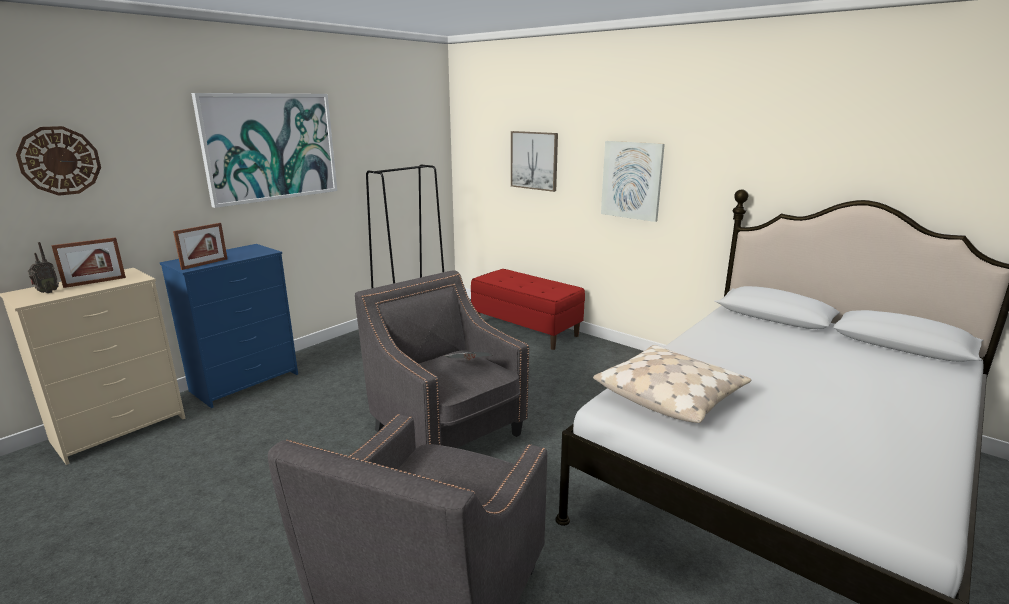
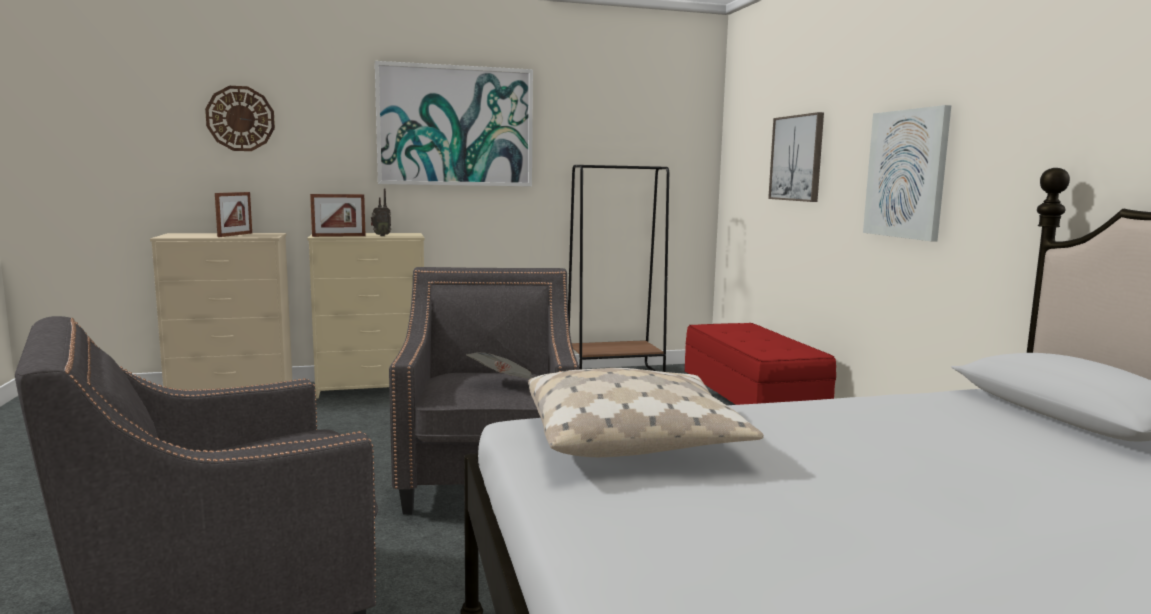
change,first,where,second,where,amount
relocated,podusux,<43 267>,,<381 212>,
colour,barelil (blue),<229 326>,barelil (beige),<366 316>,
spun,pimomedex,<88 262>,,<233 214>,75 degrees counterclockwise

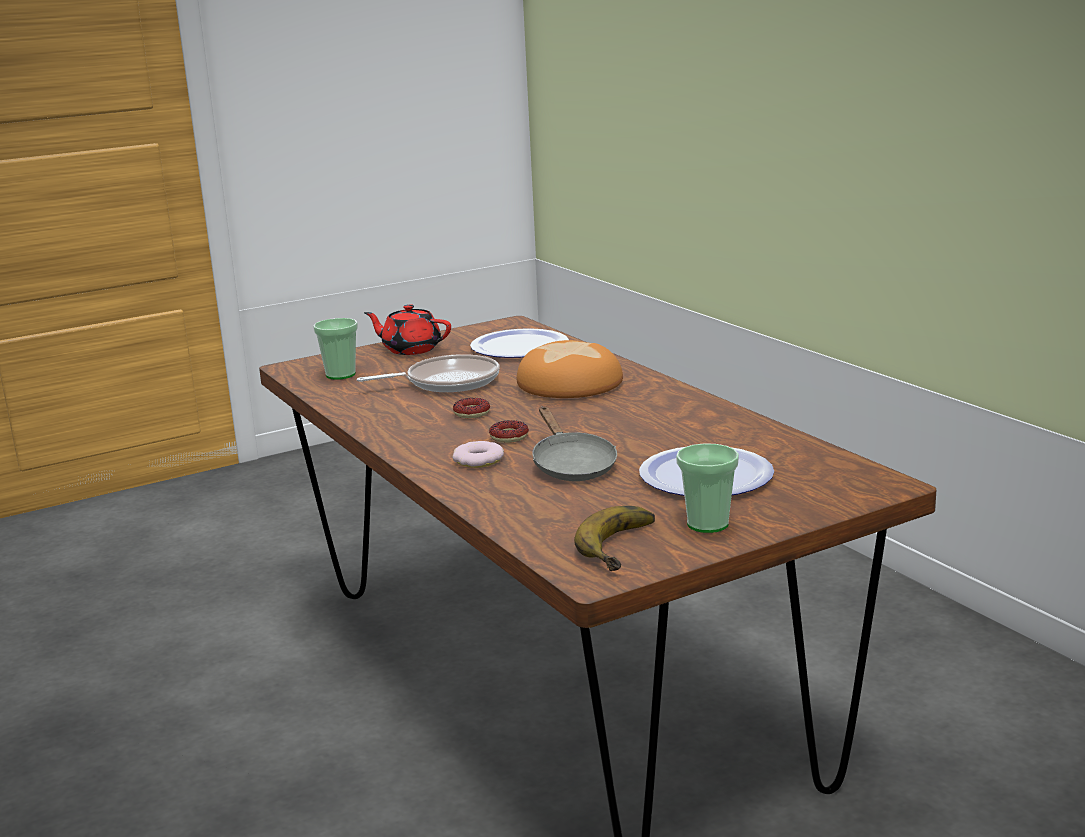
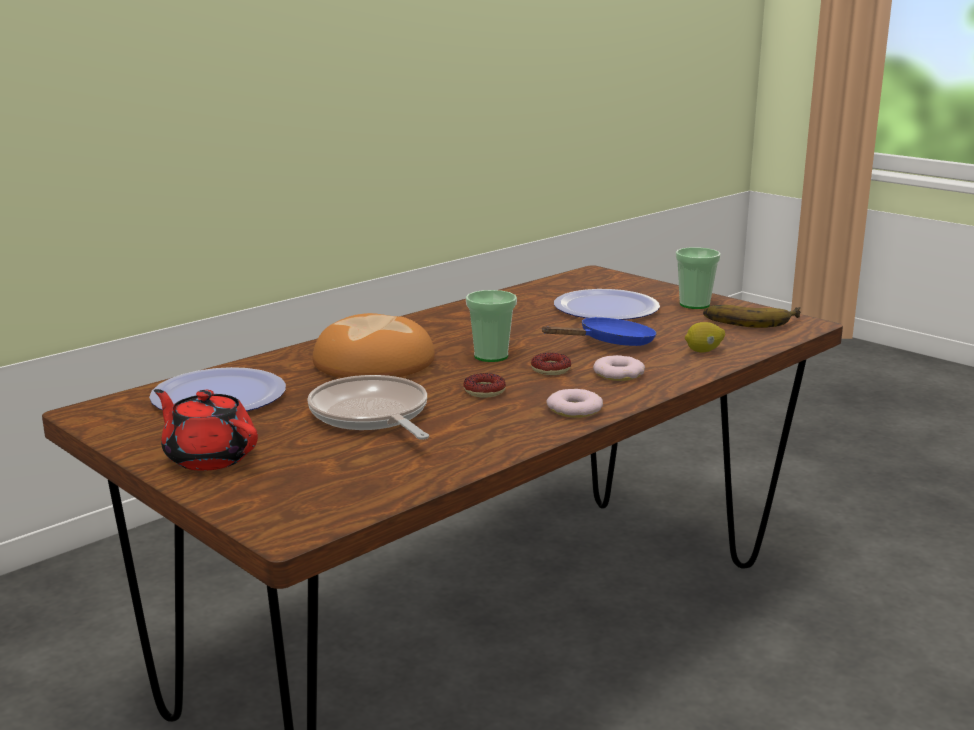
change,first,where,second,where,amount
appeared,,,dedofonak,<574 403>,
appeared,,,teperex,<705 337>,
relocated,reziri,<335 349>,,<491 326>,
colour,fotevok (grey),<575 443>,fotevok (blue),<599 331>,
spun,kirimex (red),<407 329>,,<206 430>,120 degrees clockwise

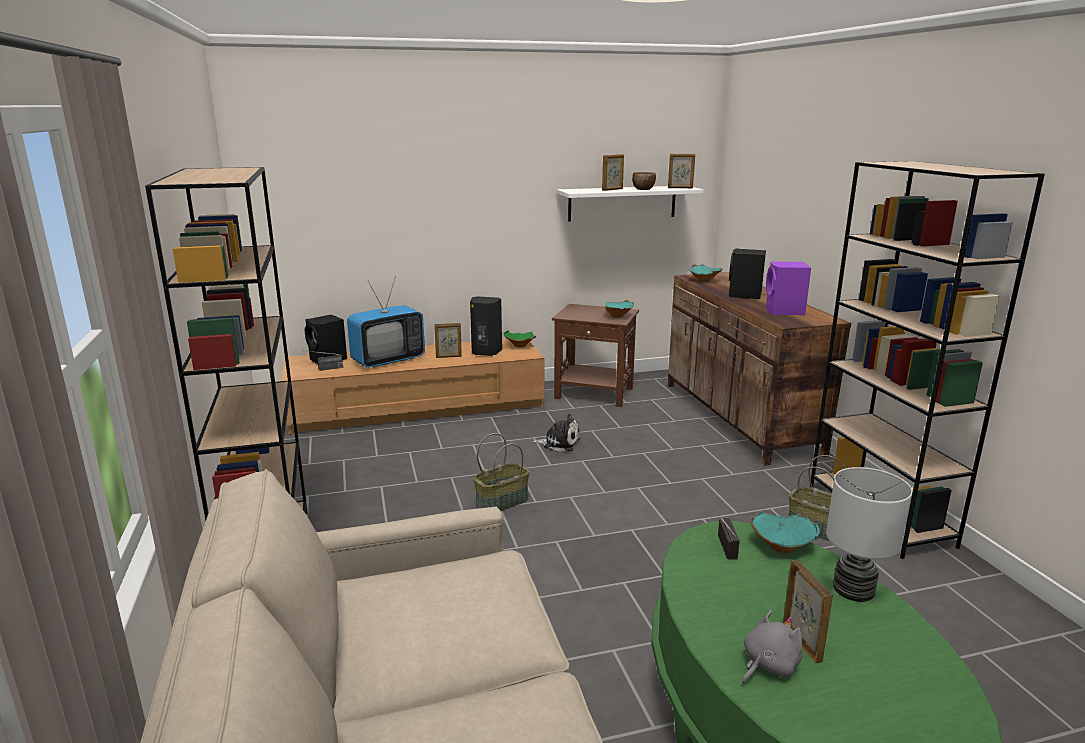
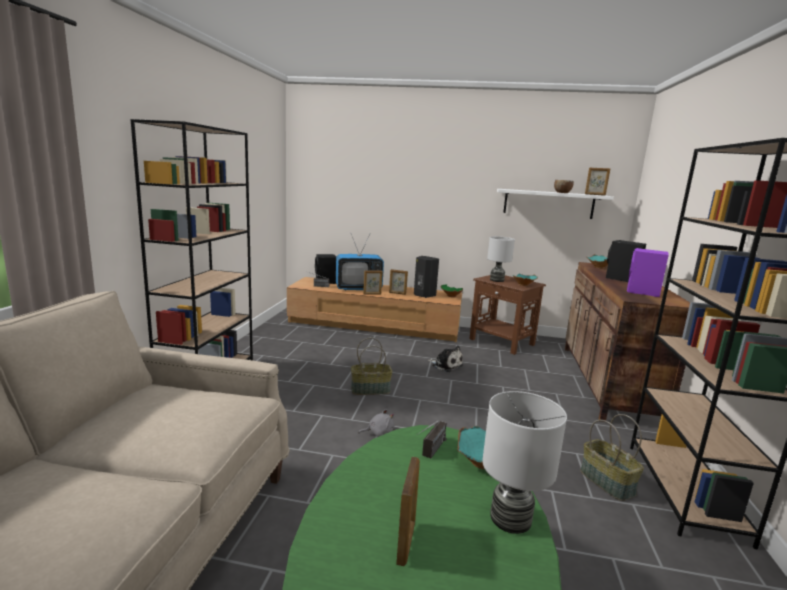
change,first,where,second,where,amount
appeared,,,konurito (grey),<501 259>,
relocated,pimomedex,<613 172>,,<373 282>,
relocated,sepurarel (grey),<772 646>,,<377 423>,

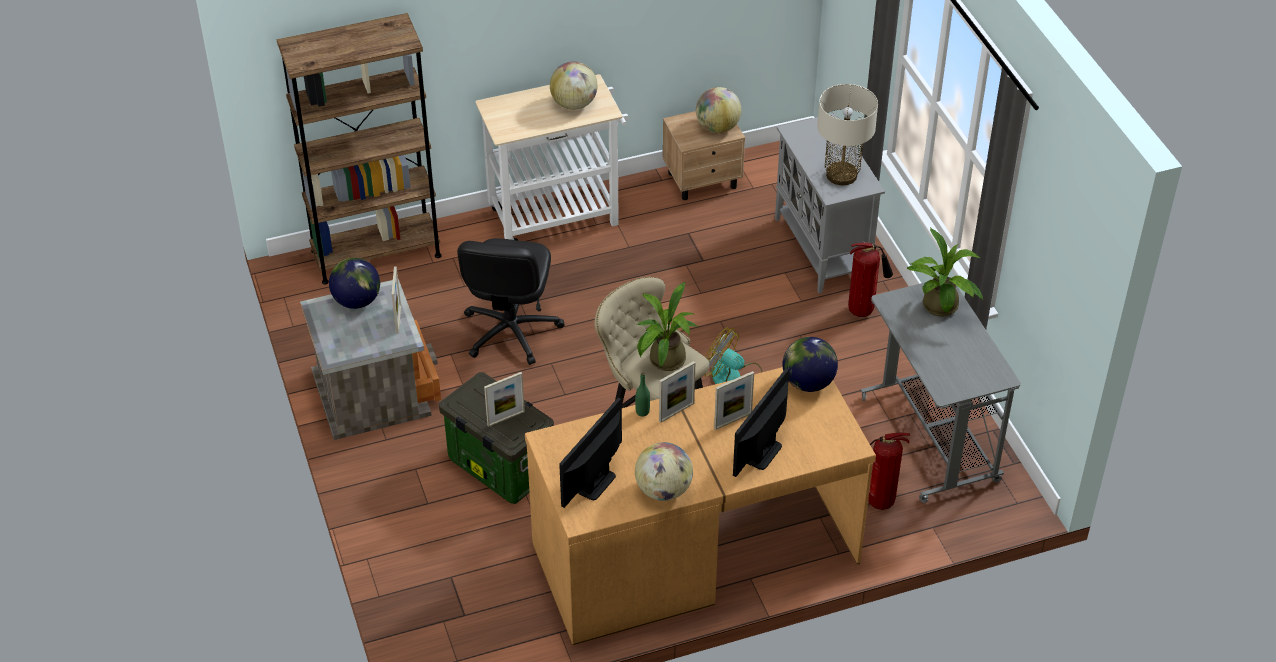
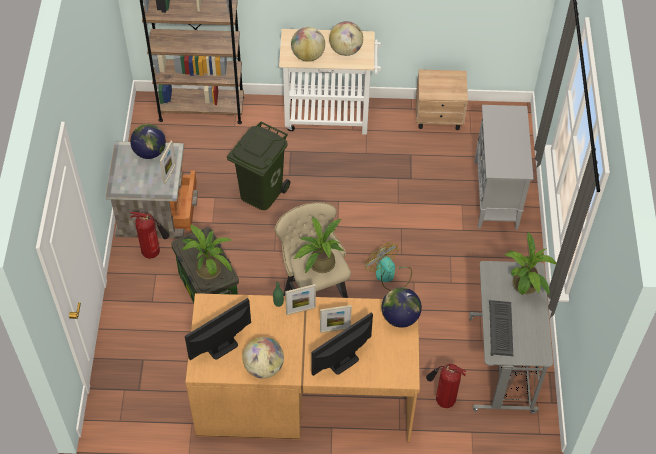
change,first,where,second,where,amount
missing,konurito,<847 134>,,,
appeared,,,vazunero,<501 328>,
relocated,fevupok,<718 110>,,<308 44>,
relocated,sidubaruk,<870 279>,,<149 235>,
exchanged,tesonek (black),<510 301>,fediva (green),<258 166>,
exchanged,pimomedex,<504 399>,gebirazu,<207 251>,

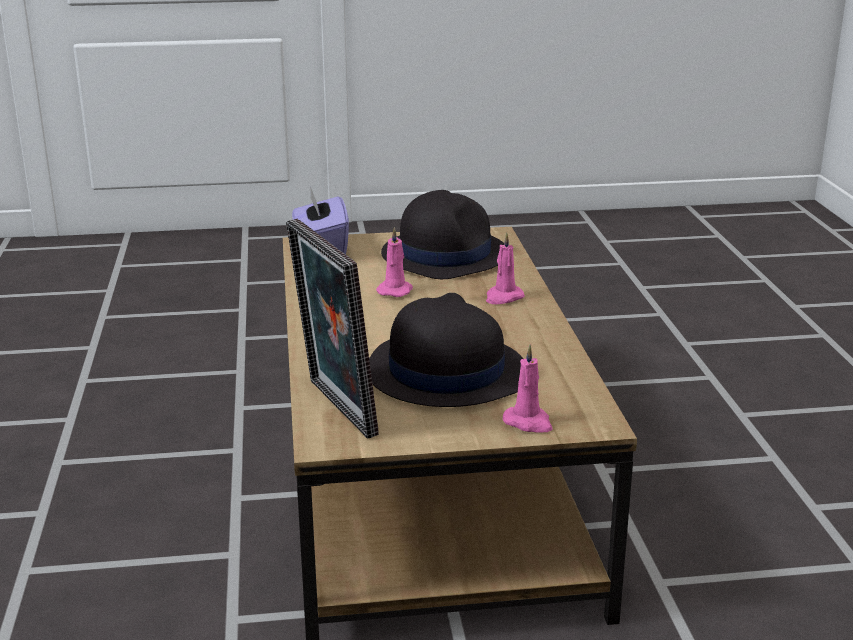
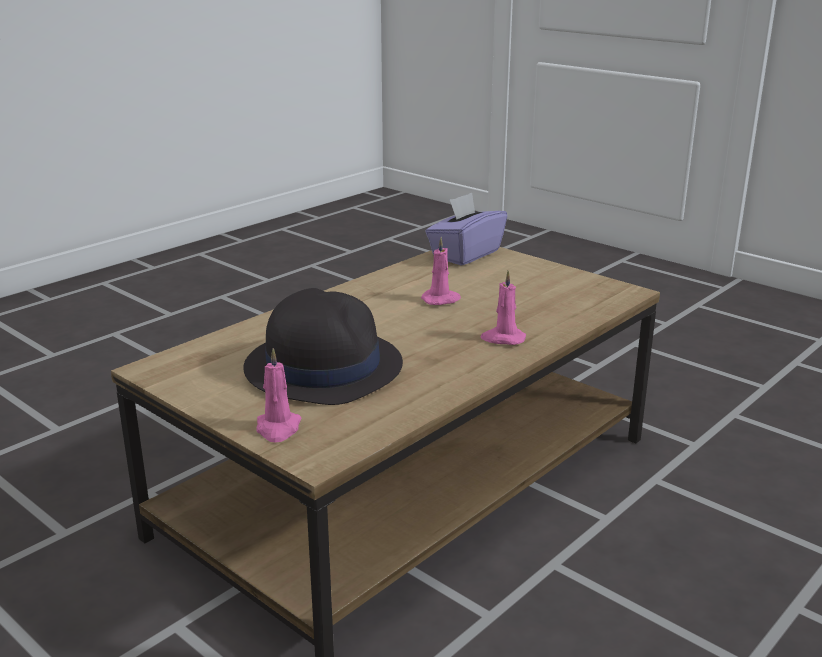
change,first,where,second,where,amount
missing,pimomedex,<332 329>,,,
missing,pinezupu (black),<443 234>,,,

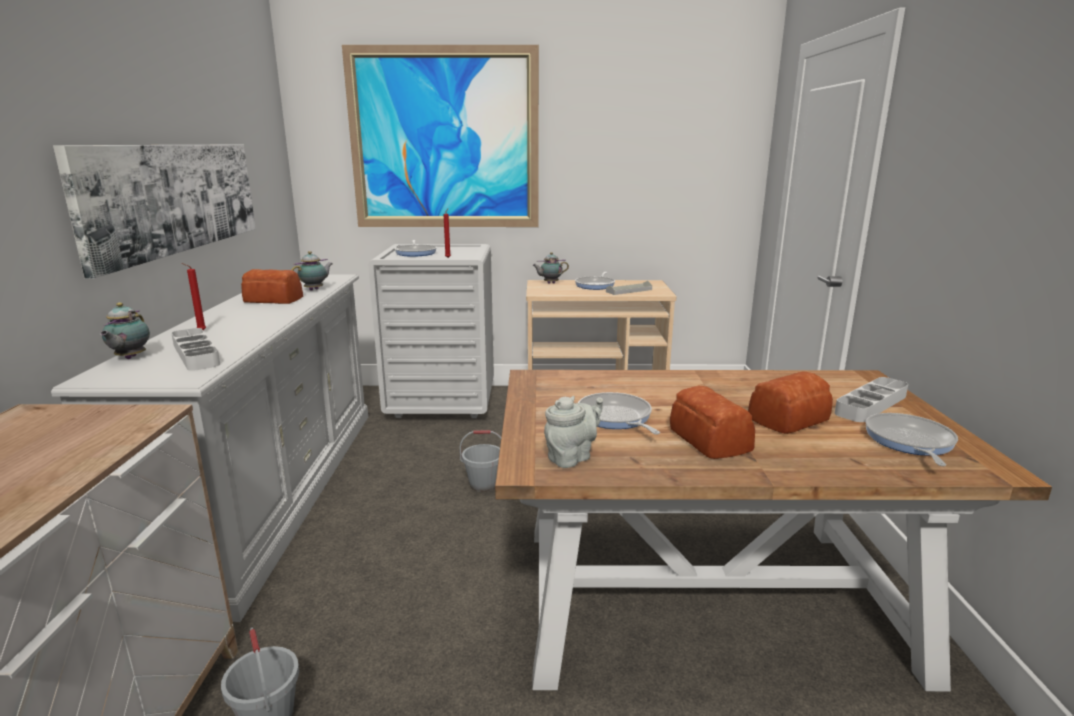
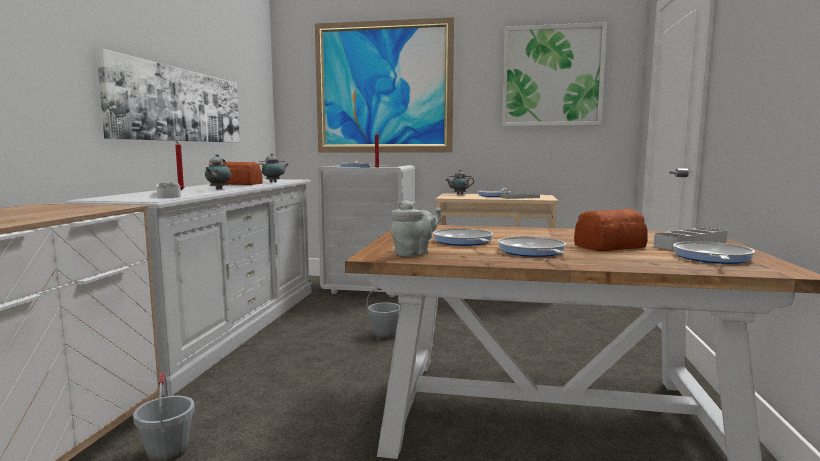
change,first,where,second,where,amount
appeared,,,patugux,<554 74>,
relocated,kirimex,<125 330>,,<218 172>,
exchanged,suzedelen,<712 422>,fotevok,<532 246>,

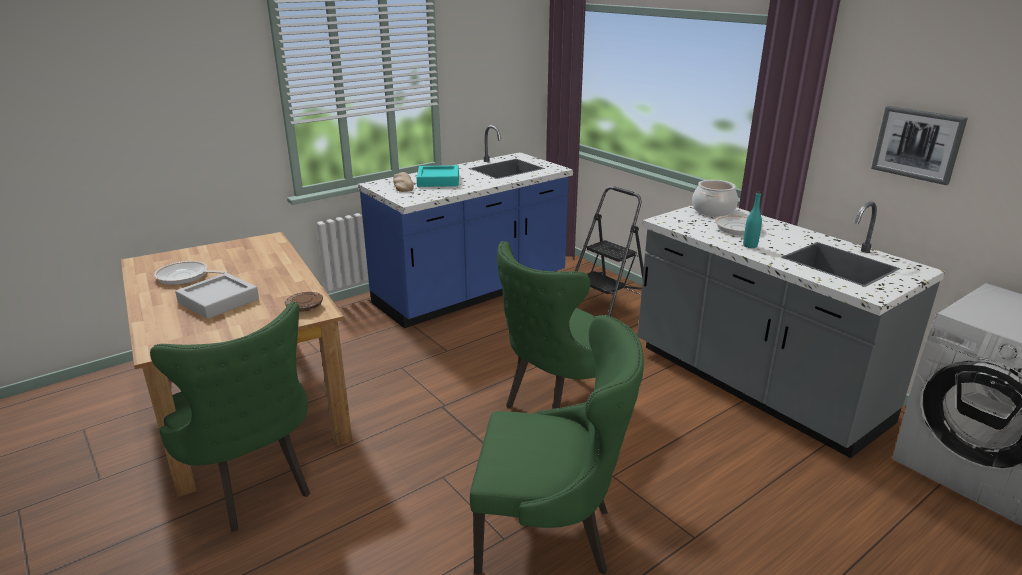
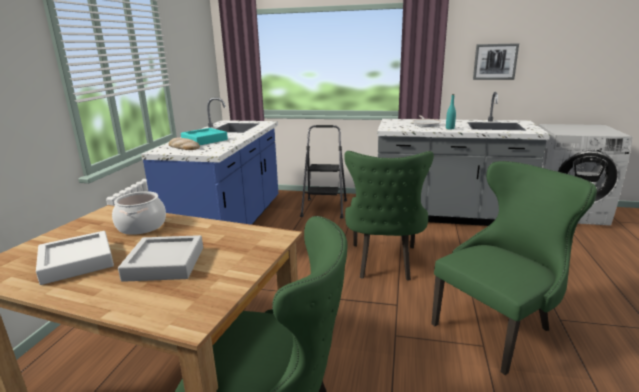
change,first,where,second,where,amount
missing,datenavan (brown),<304 302>,,,
relocated,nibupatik,<715 198>,,<139 213>,
exchanged,fotevok,<191 273>,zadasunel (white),<75 258>,

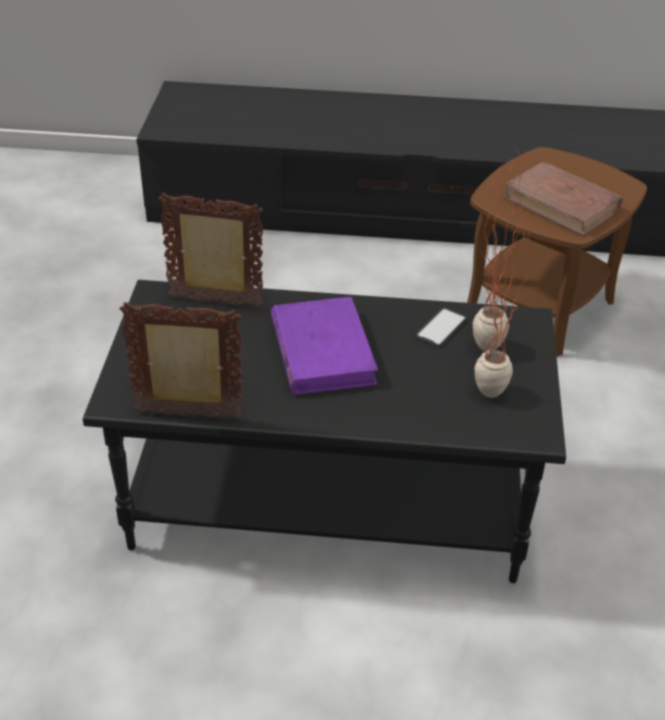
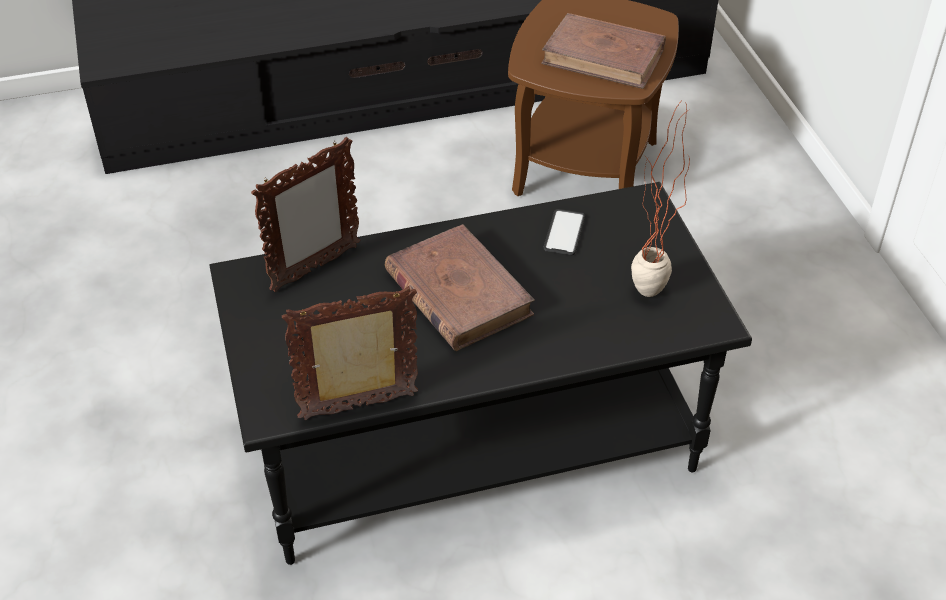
change,first,where,second,where,amount
missing,gebirazu,<504 248>,,,
colour,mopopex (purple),<324 346>,mopopex (brown),<460 287>,
spun,pimomedex,<210 250>,,<305 214>,150 degrees clockwise

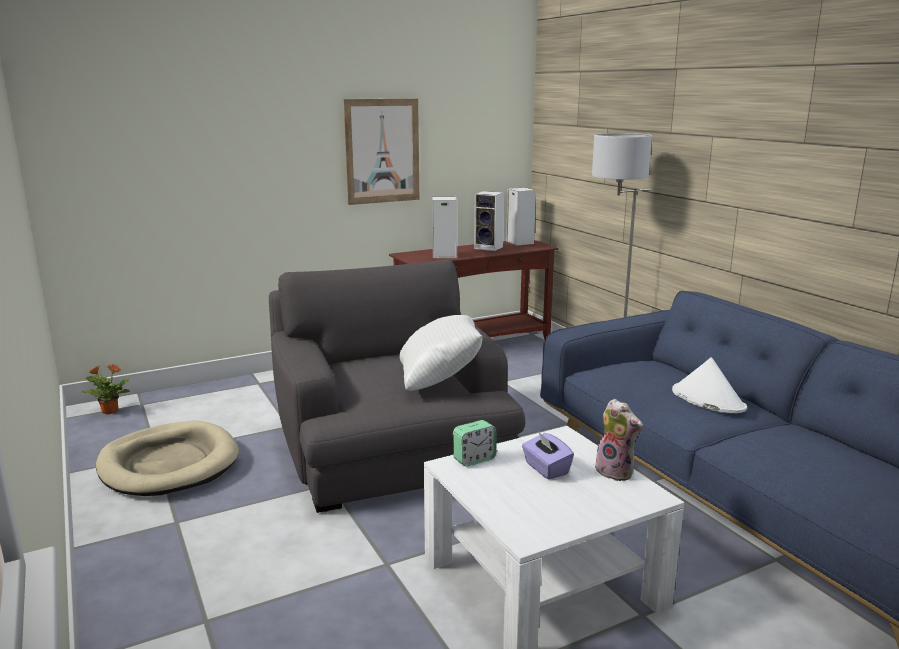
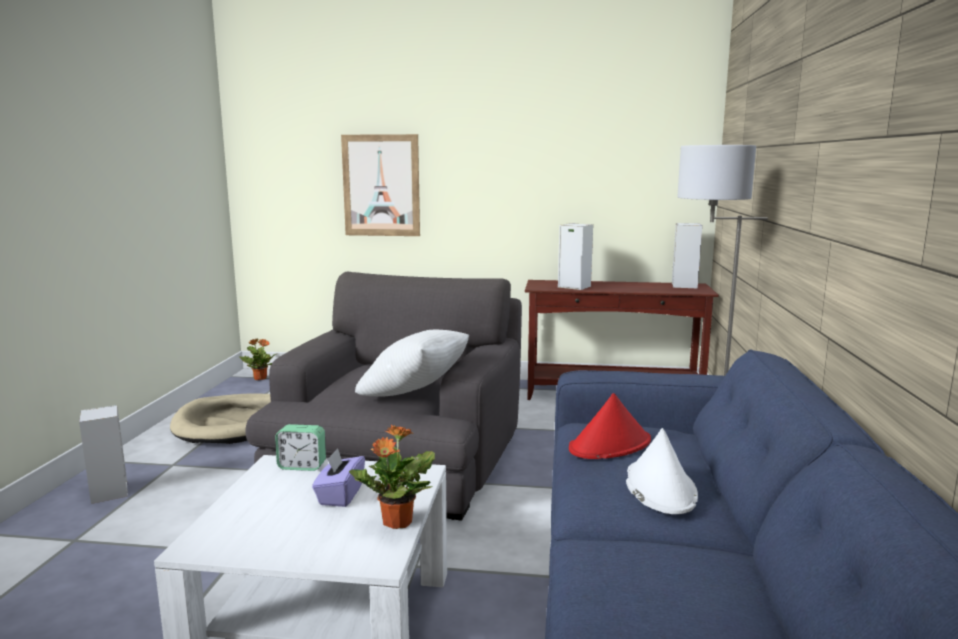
change,first,where,second,where,amount
appeared,,,pinezupu (red),<610 426>,
relocated,patugux,<381 152>,,<380 185>,
relocated,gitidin,<489 221>,,<103 454>,
exchanged,sepurarel,<619 440>,gebirazu,<392 476>,

